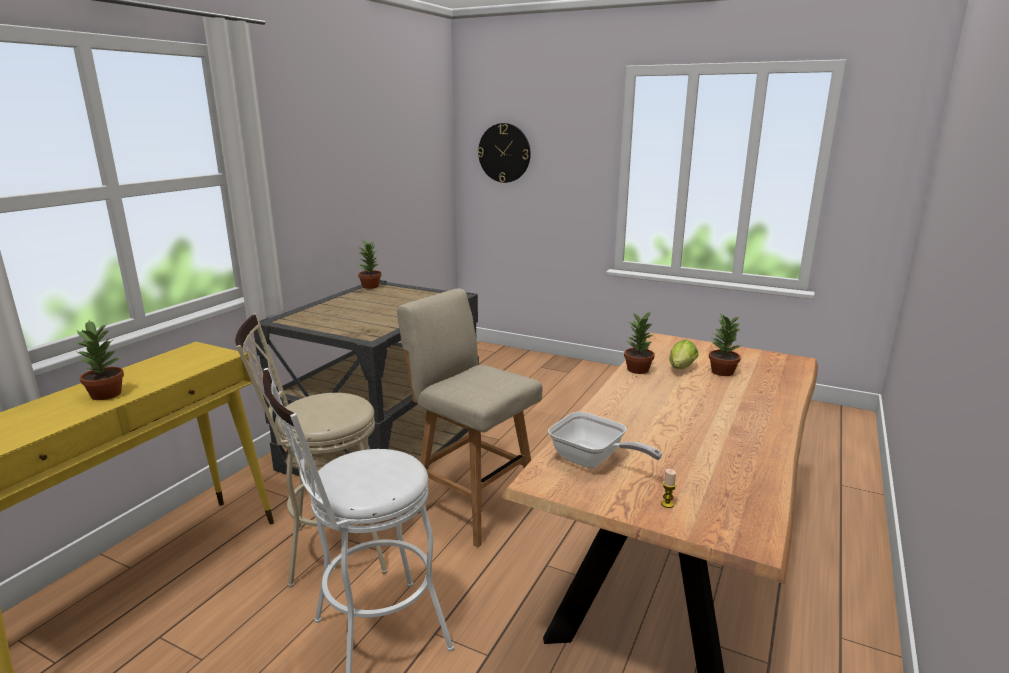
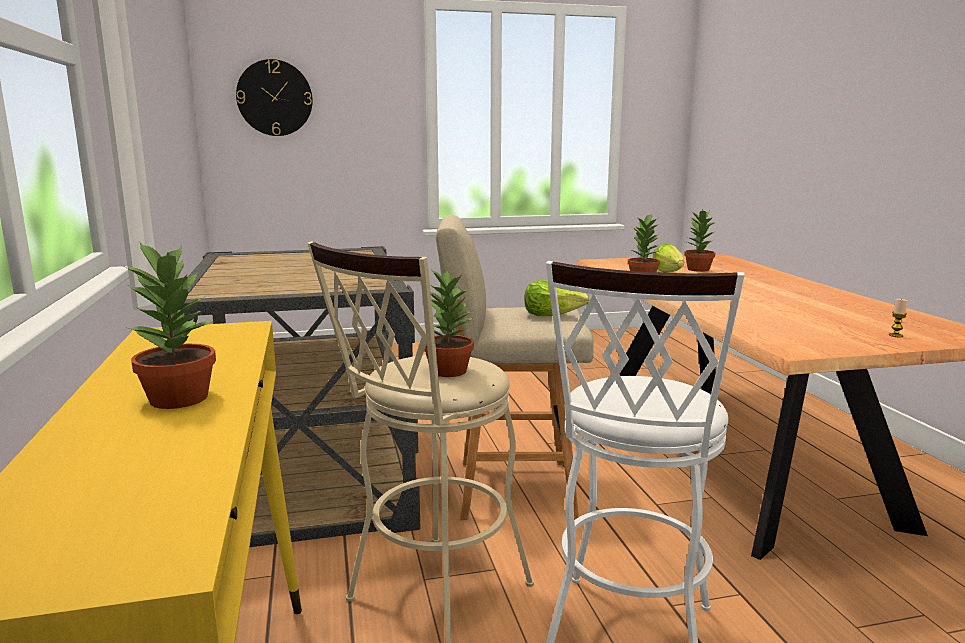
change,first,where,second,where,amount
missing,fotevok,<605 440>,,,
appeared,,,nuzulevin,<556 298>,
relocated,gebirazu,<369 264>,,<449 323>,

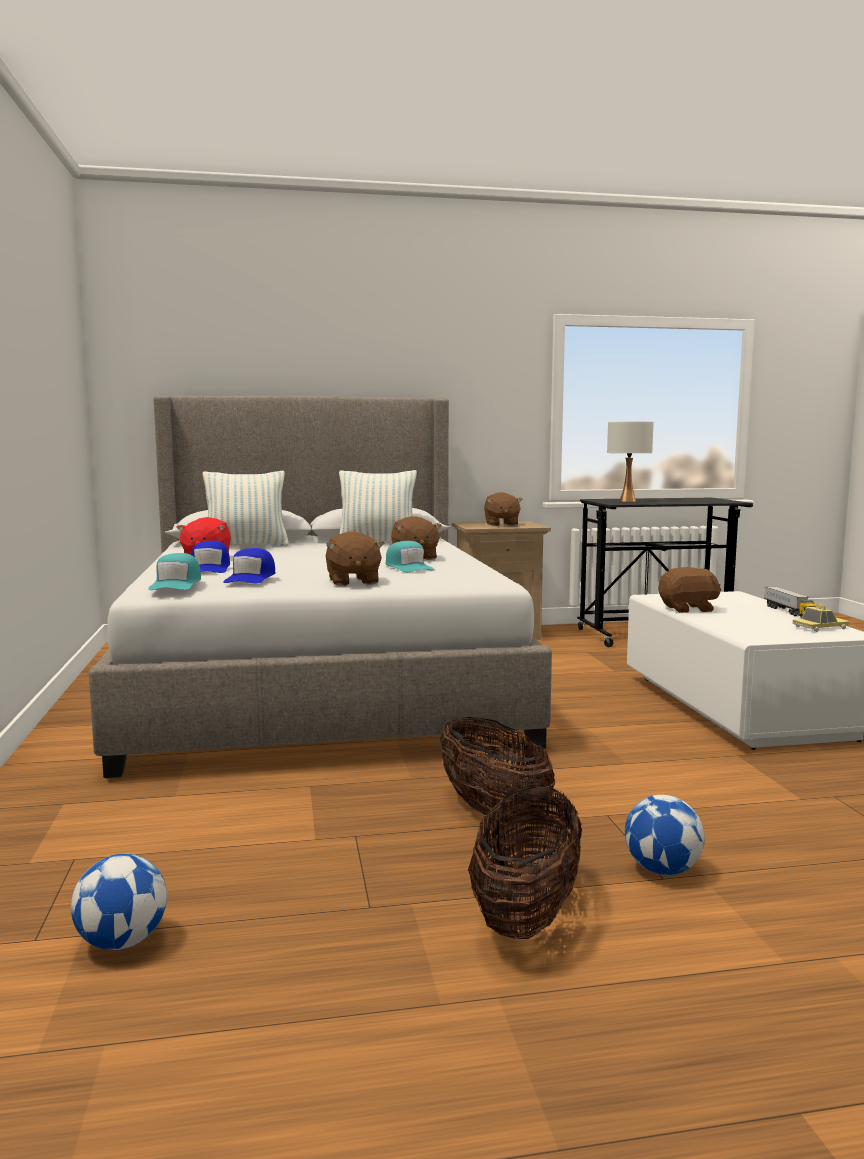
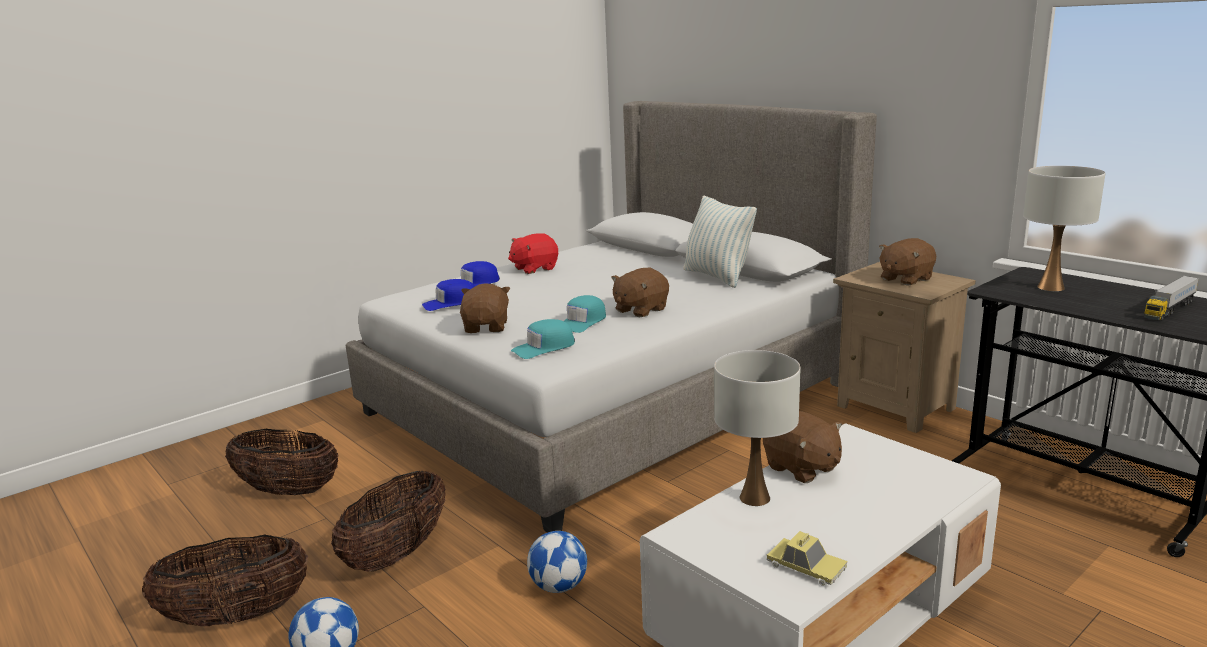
change,first,where,second,where,amount
missing,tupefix,<246 508>,,,
appeared,,,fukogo,<282 462>,
appeared,,,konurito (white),<757 428>,
relocated,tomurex,<119 902>,,<557 562>,
relocated,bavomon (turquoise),<174 571>,,<543 339>,
relocated,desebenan,<790 602>,,<1171 297>,
spun,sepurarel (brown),<355 558>,,<485 308>,135 degrees clockwise

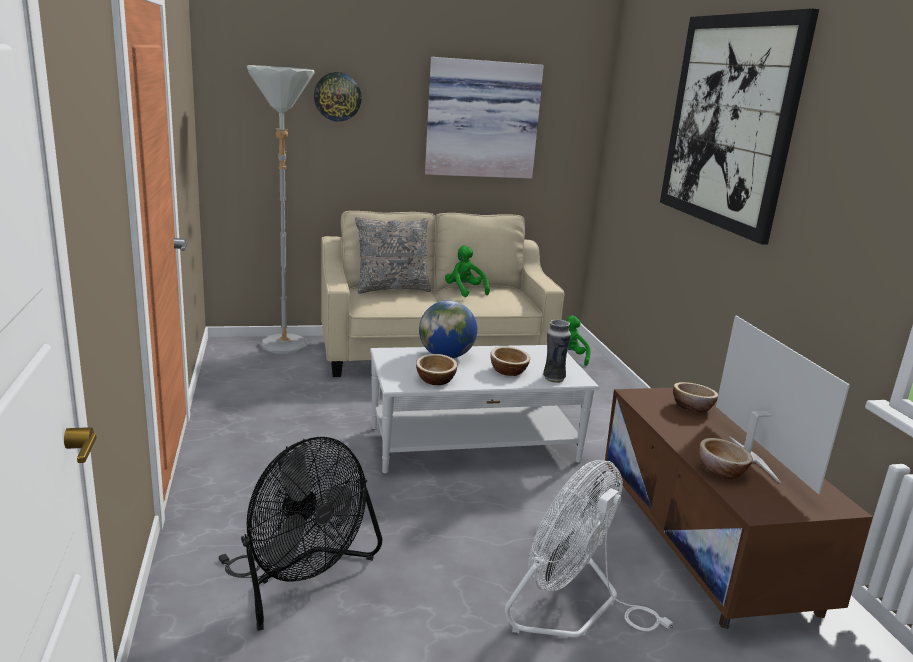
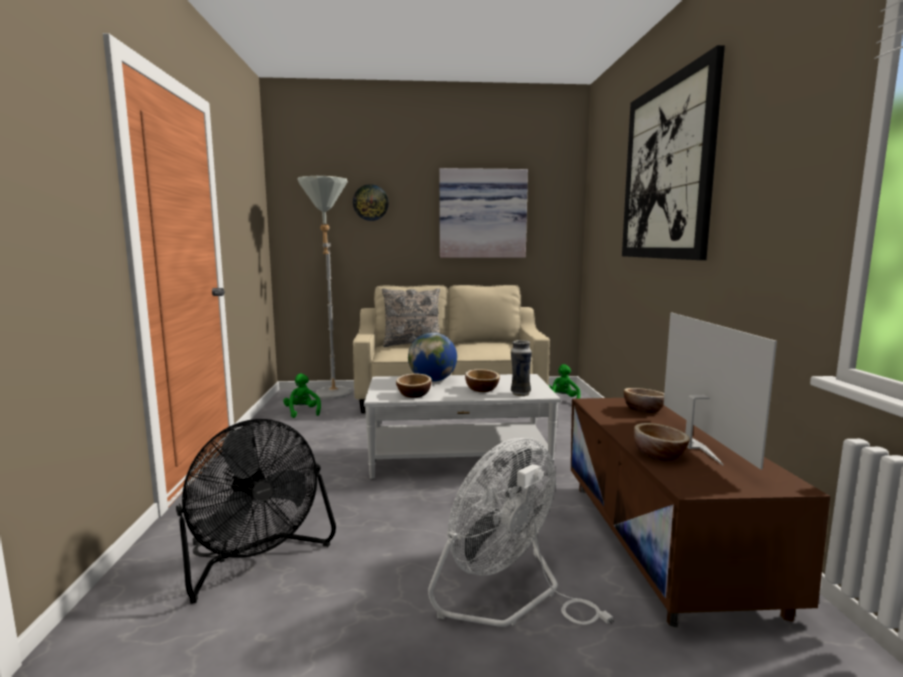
change,first,where,second,where,amount
relocated,sepurarel (green),<467 271>,,<302 395>,

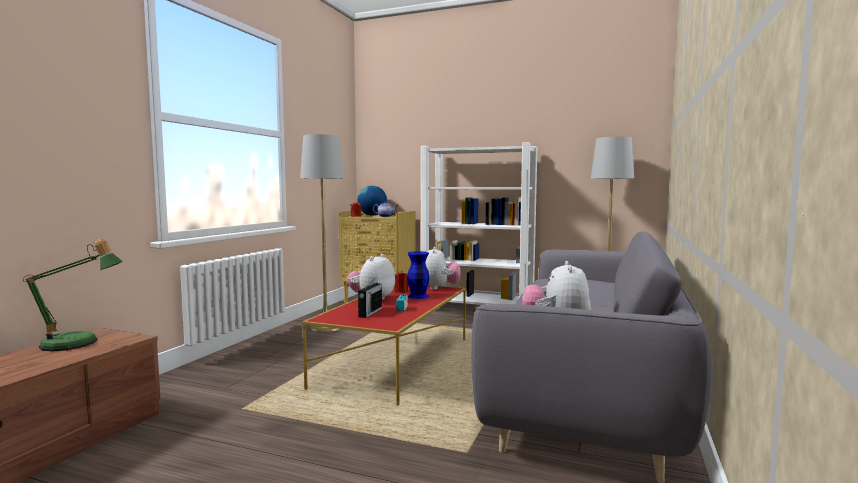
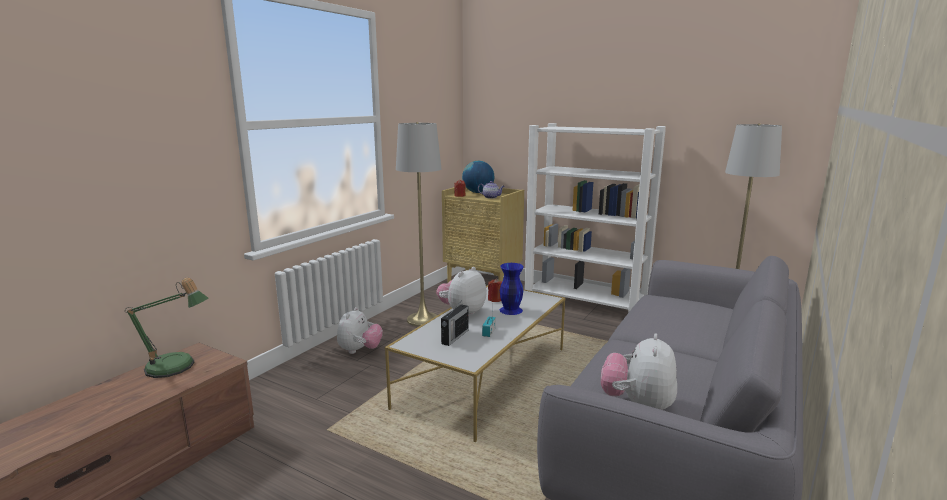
change,first,where,second,where,amount
relocated,sepurarel,<443 268>,,<360 330>,
colour,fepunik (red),<384 345>,fepunik (white),<475 363>,

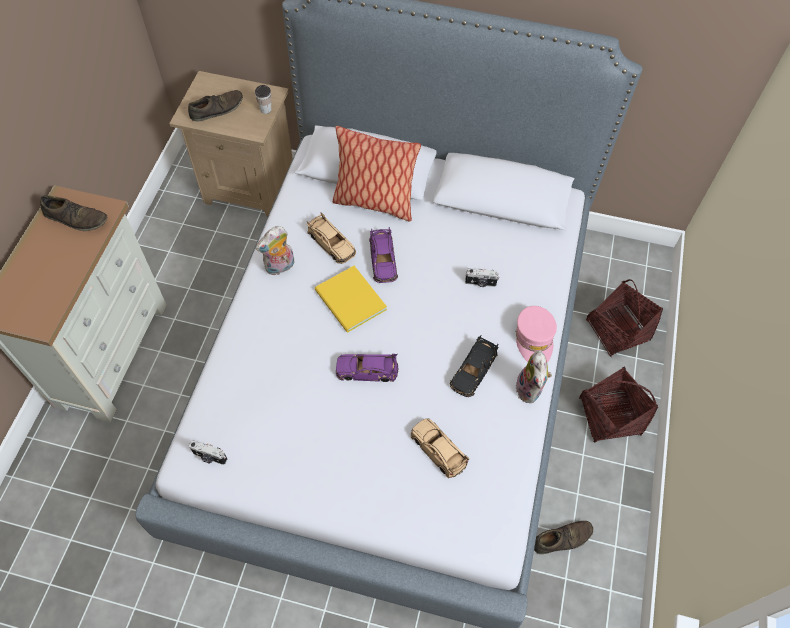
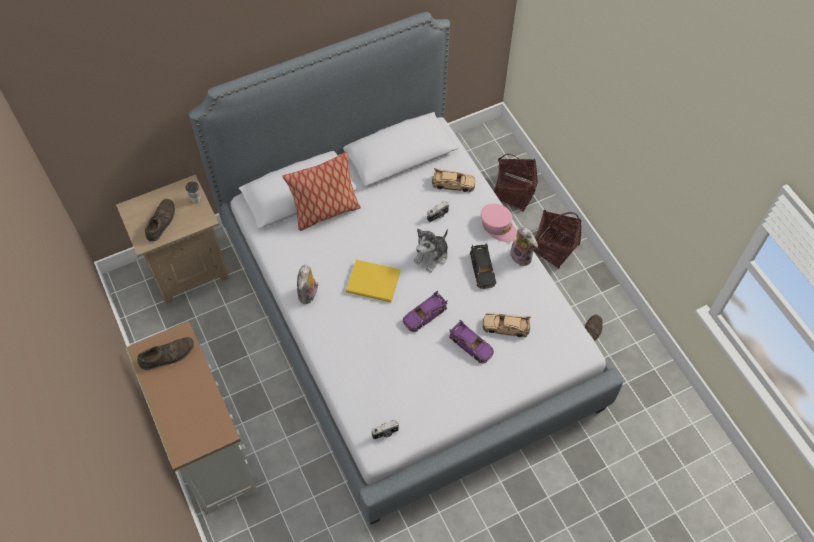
change,first,where,second,where,amount
appeared,,,sepurarel,<431 250>,
relocated,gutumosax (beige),<331 238>,,<453 180>,
relocated,gutumosax (purple),<383 255>,,<471 341>,

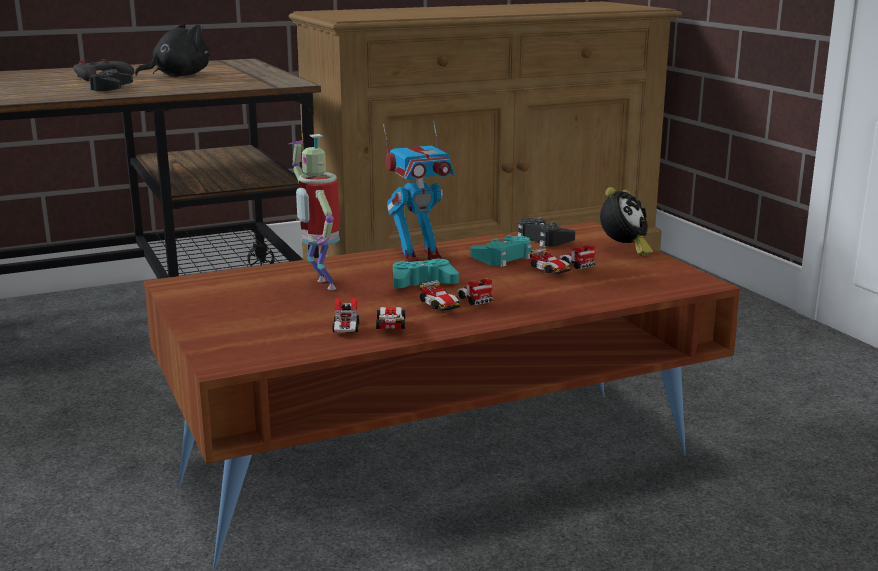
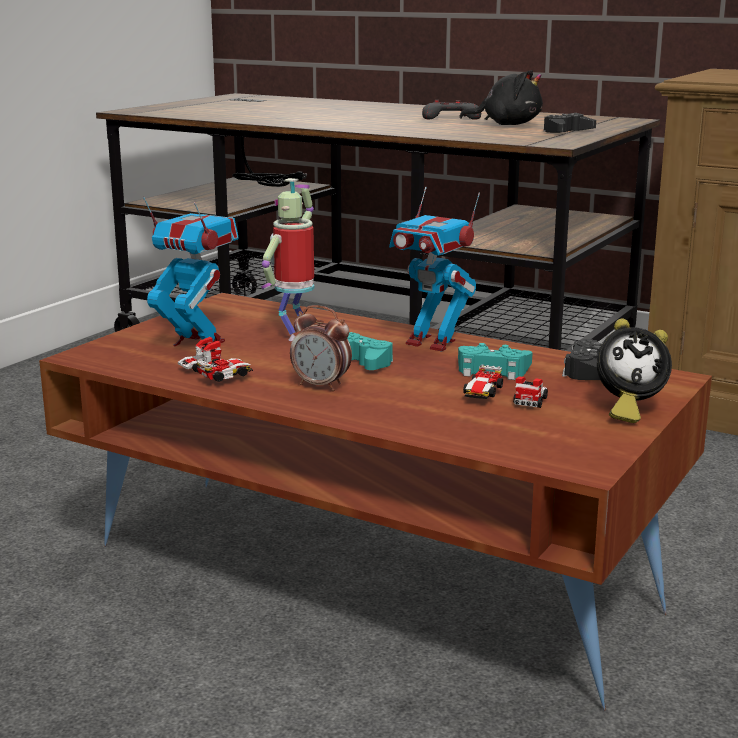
change,first,where,second,where,amount
appeared,,,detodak,<191 271>,
relocated,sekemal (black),<111 80>,,<569 123>,
exchanged,gutumosax,<456 295>,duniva,<321 348>,

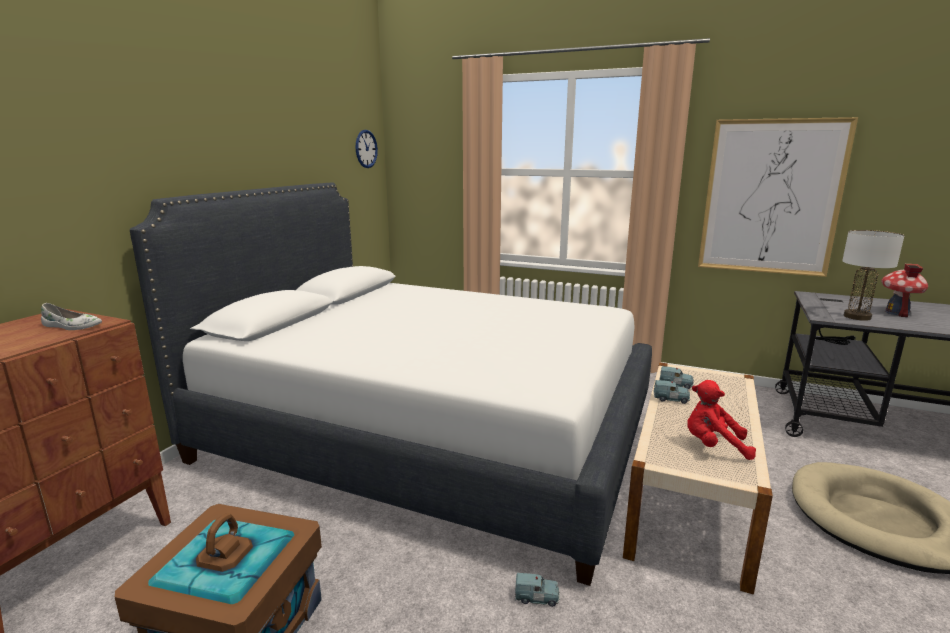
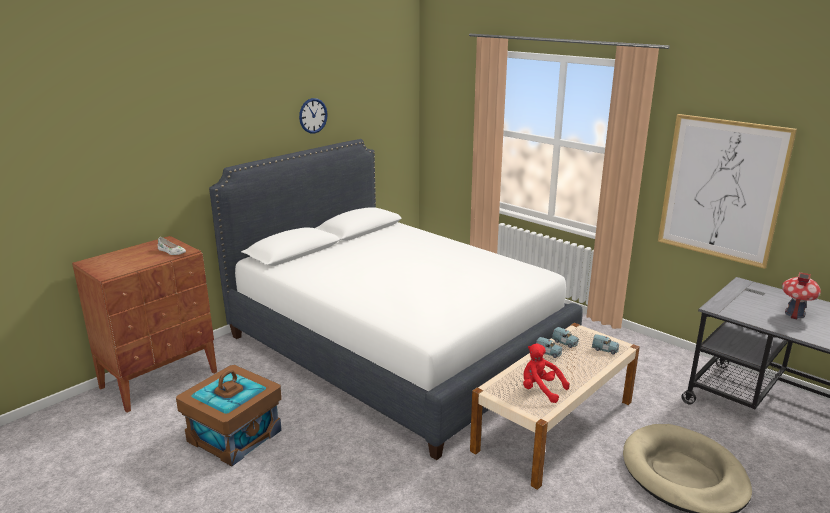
change,first,where,second,where,amount
missing,konurito,<873 275>,,,
relocated,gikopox,<367 149>,,<313 115>,
relocated,gutumosax (blue),<537 590>,,<605 344>,

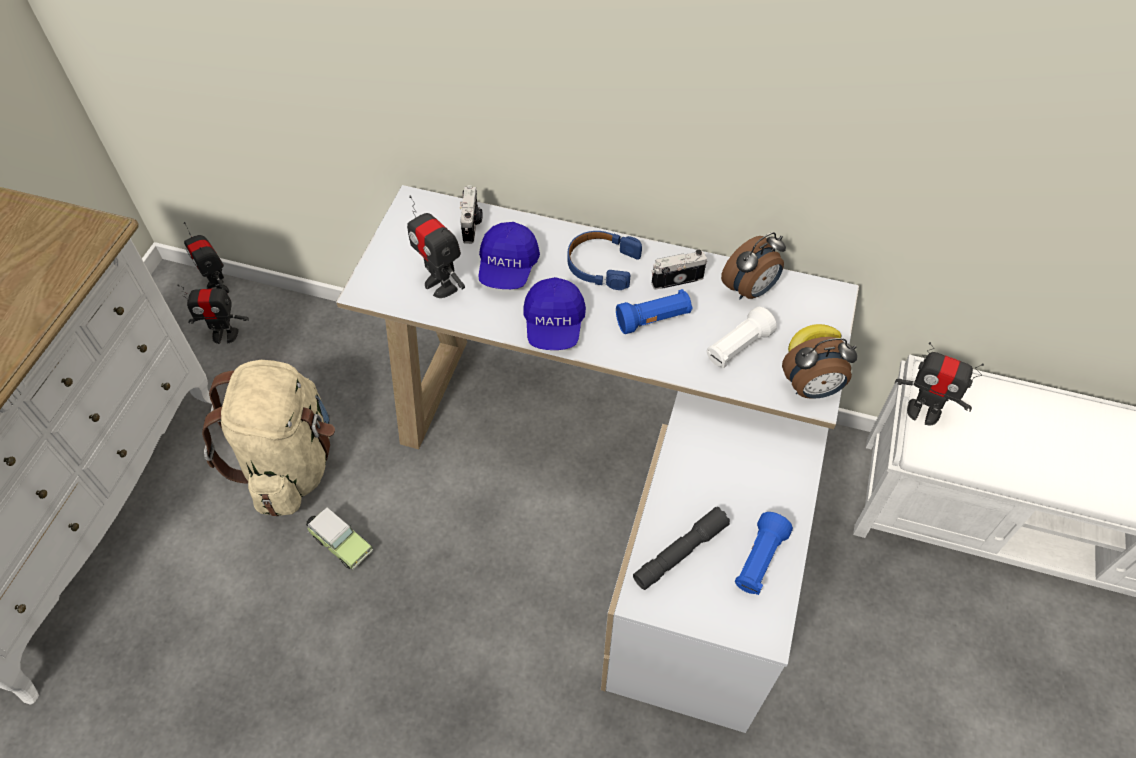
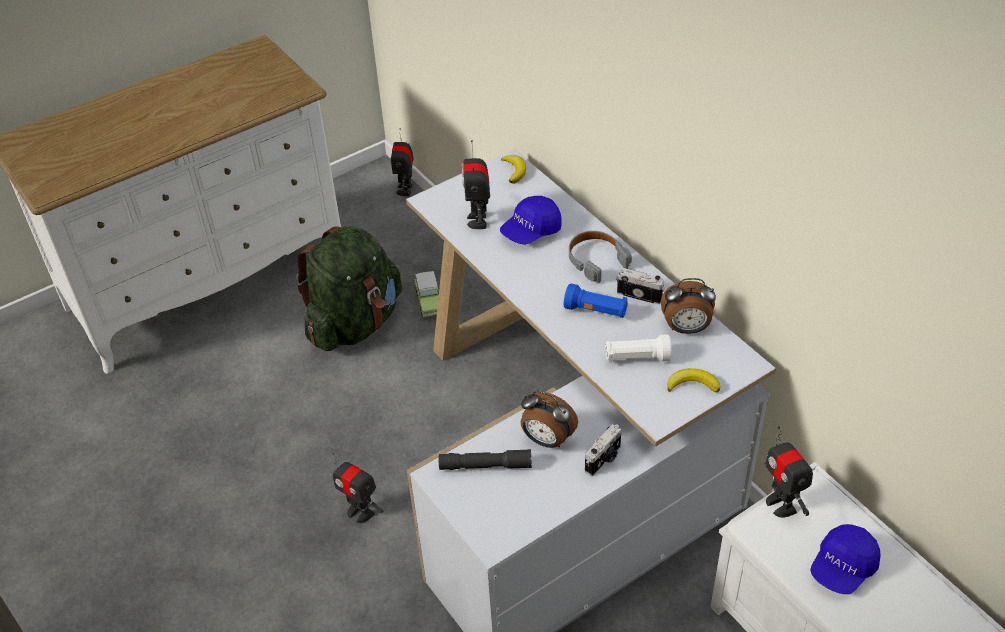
change,first,where,second,where,amount
missing,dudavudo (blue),<764 553>,,,
appeared,,,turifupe,<513 169>,
relocated,detodak,<213 314>,,<357 488>,
relocated,gutumosax,<339 538>,,<426 294>,
relocated,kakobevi,<471 214>,,<603 450>,
relocated,bavomon (blue),<554 313>,,<845 559>,
relocated,duniva,<819 368>,,<549 419>,
colour,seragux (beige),<268 438>,seragux (green),<349 288>,
colour,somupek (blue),<605 260>,somupek (grey),<600 257>,

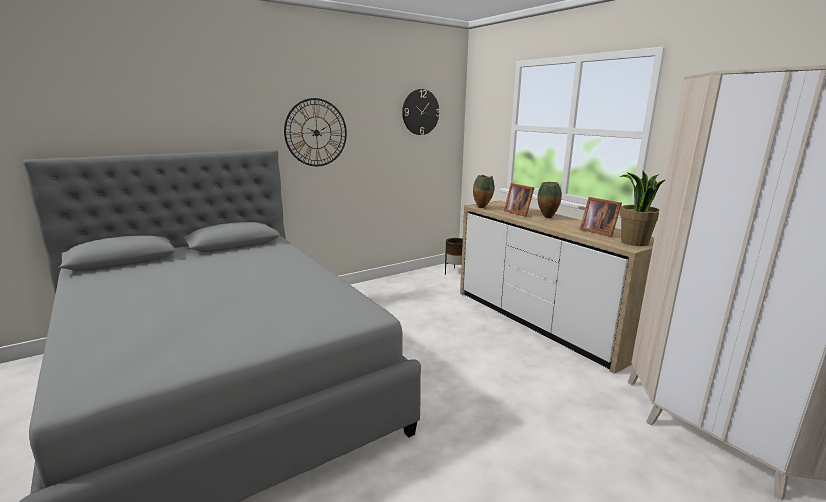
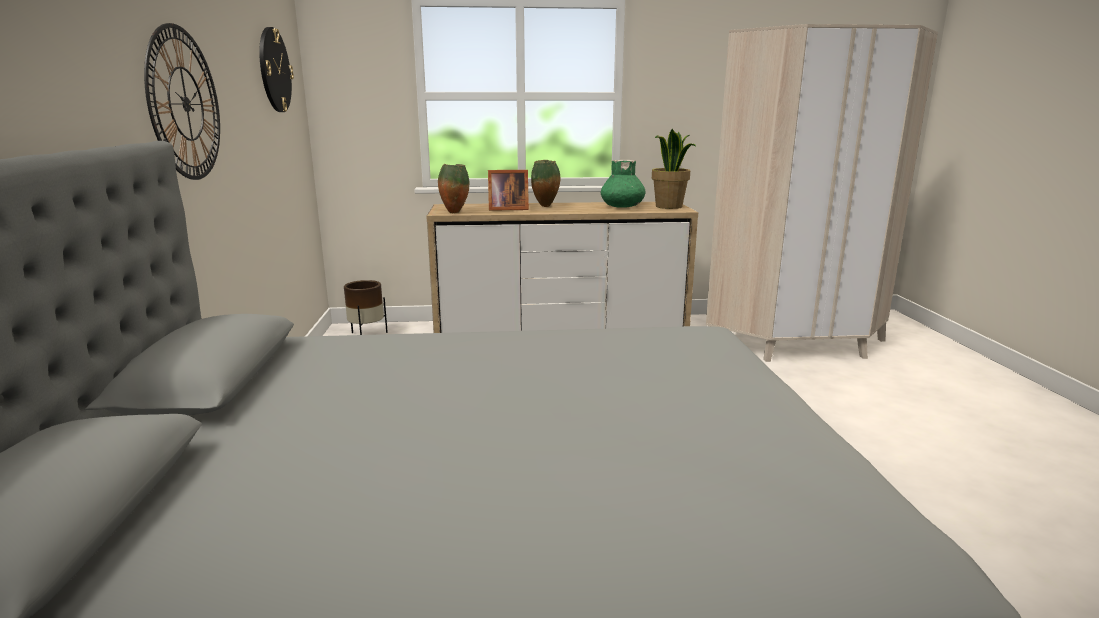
change,first,where,second,where,amount
exchanged,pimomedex,<601 217>,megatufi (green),<623 184>,

